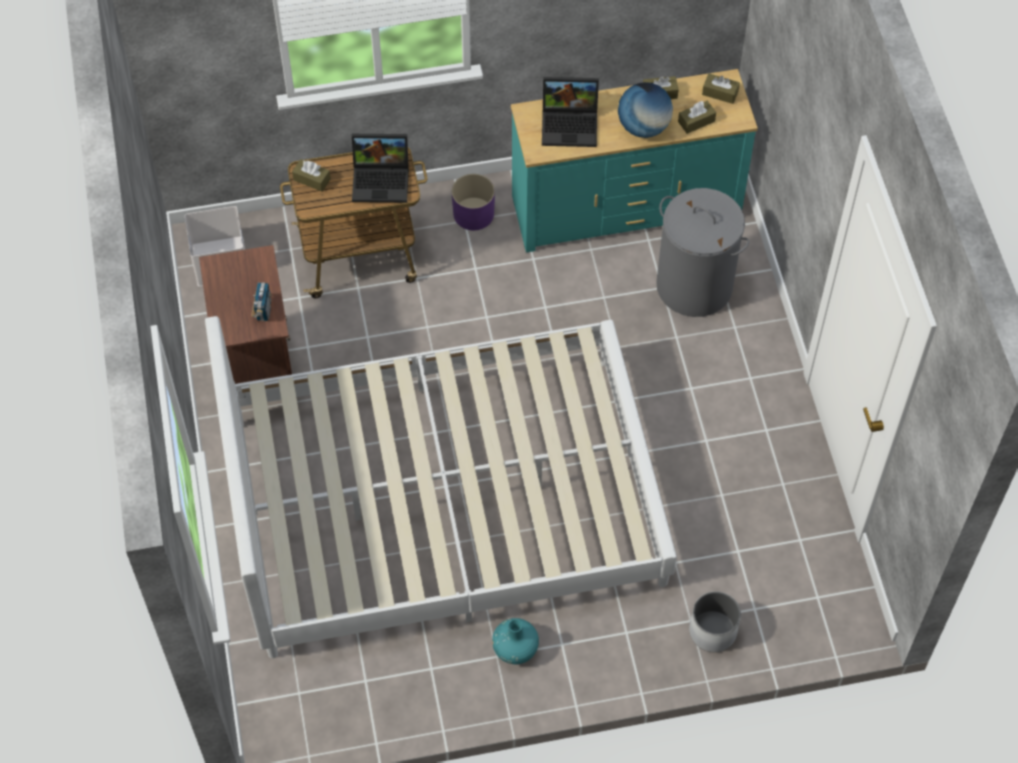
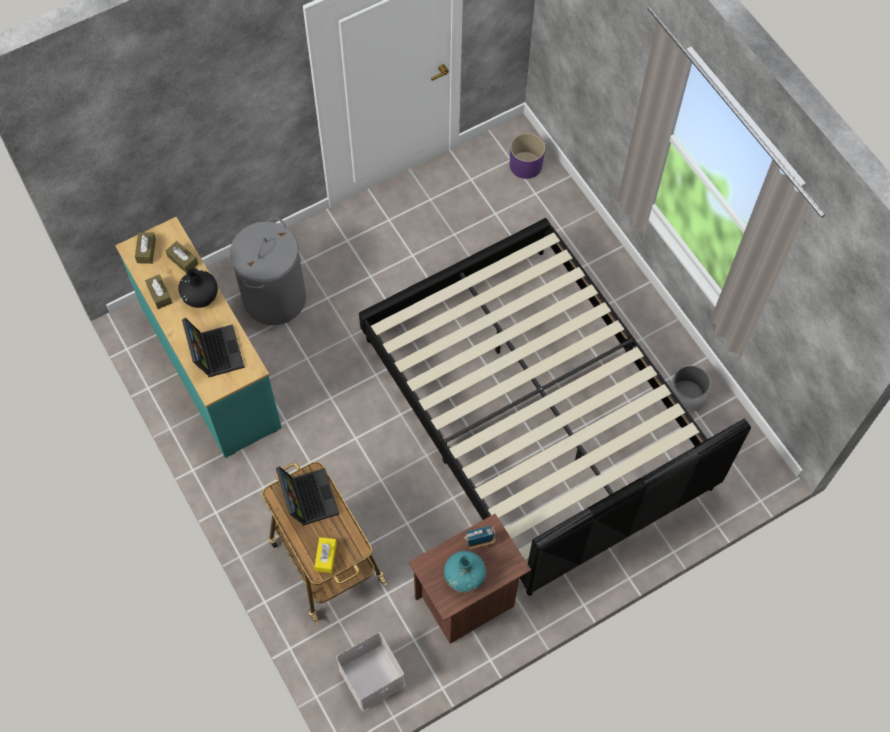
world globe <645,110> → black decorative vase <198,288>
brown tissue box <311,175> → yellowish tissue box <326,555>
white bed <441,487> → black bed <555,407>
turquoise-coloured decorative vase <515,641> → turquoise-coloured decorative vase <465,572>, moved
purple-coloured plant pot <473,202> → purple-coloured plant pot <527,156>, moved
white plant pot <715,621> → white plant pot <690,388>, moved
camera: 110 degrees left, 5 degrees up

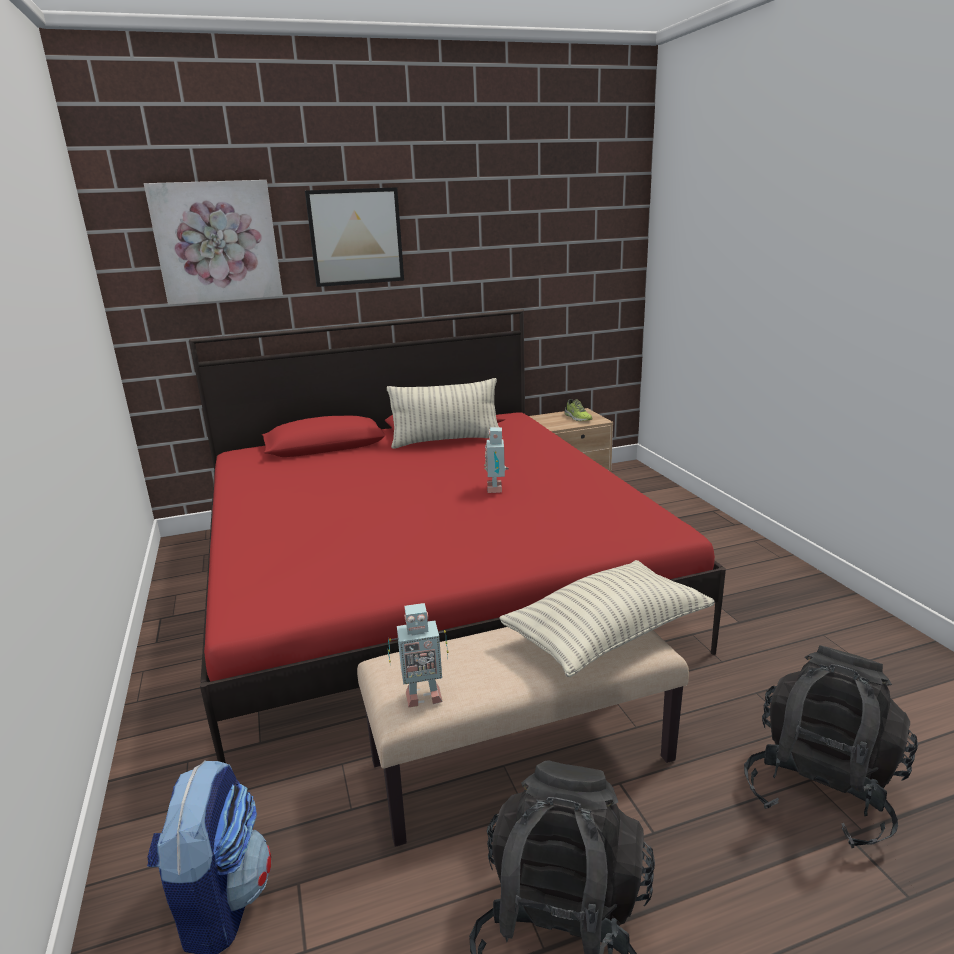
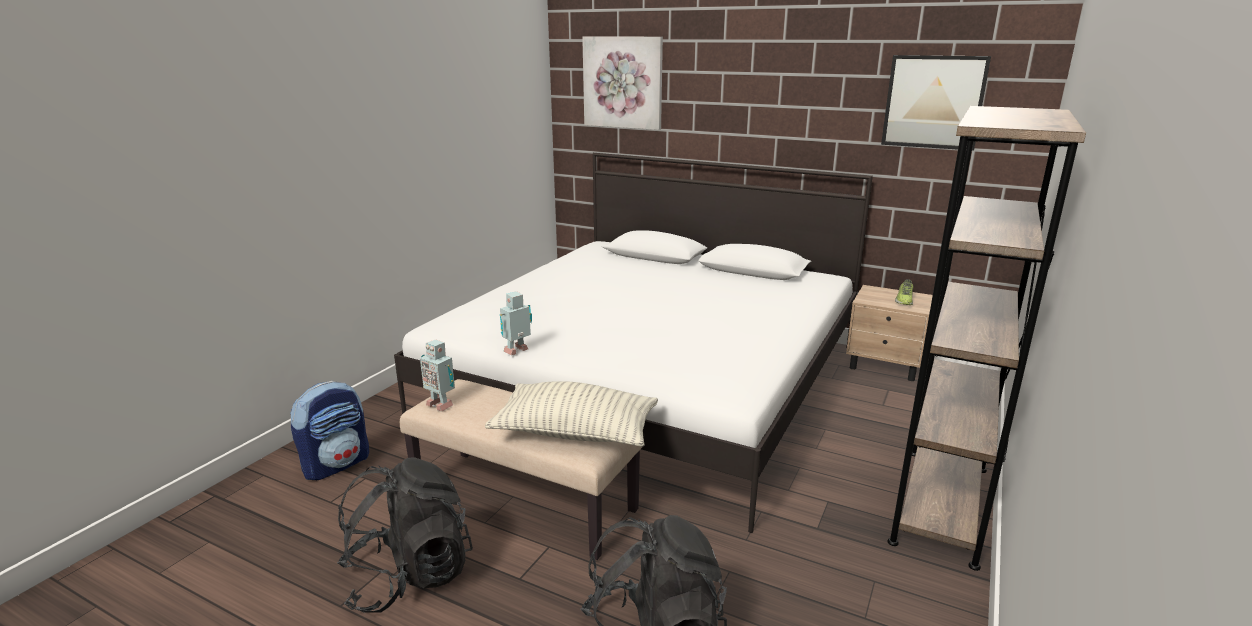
reddish bed <457,536> → white bed <633,343>
robot figure <496,460> → robot figure <516,323>, moved
picture <354,237> → picture <936,103>, moved
- → brown shelving unit <986,338>
throw pillow <443,413> → -
camera: 45 degrees right, 0 degrees up

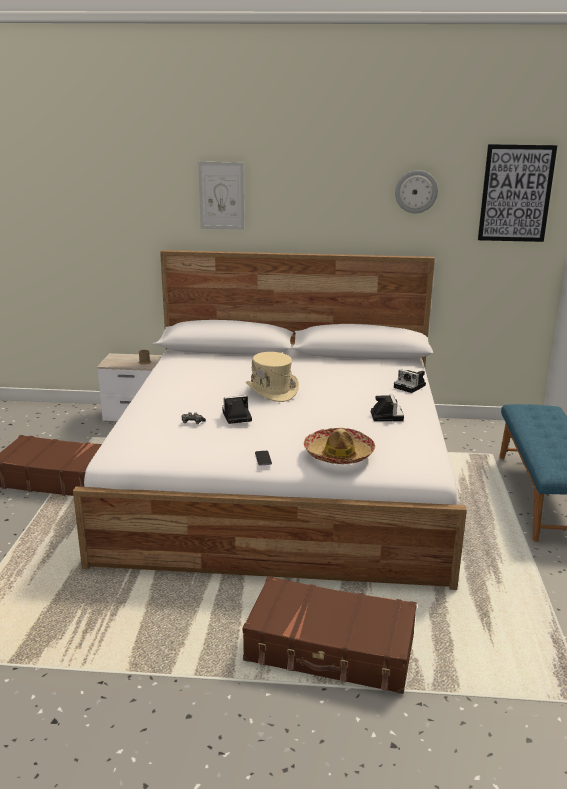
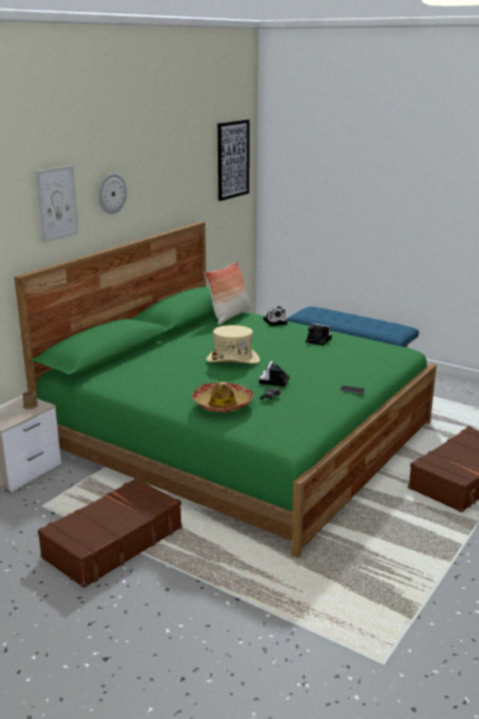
white bed <270,420> → greenish bed <225,390>
clock on the wall <416,191> → clock on the wall <112,193>, moved
hat <339,446> → hat <223,397>, moved
- → throw pillow <227,293>
camera: 60 degrees left, 0 degrees up

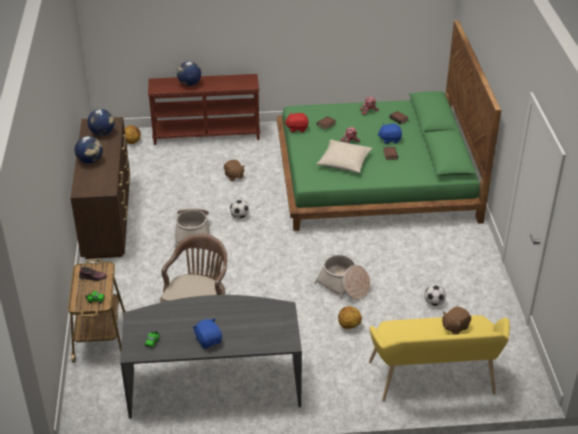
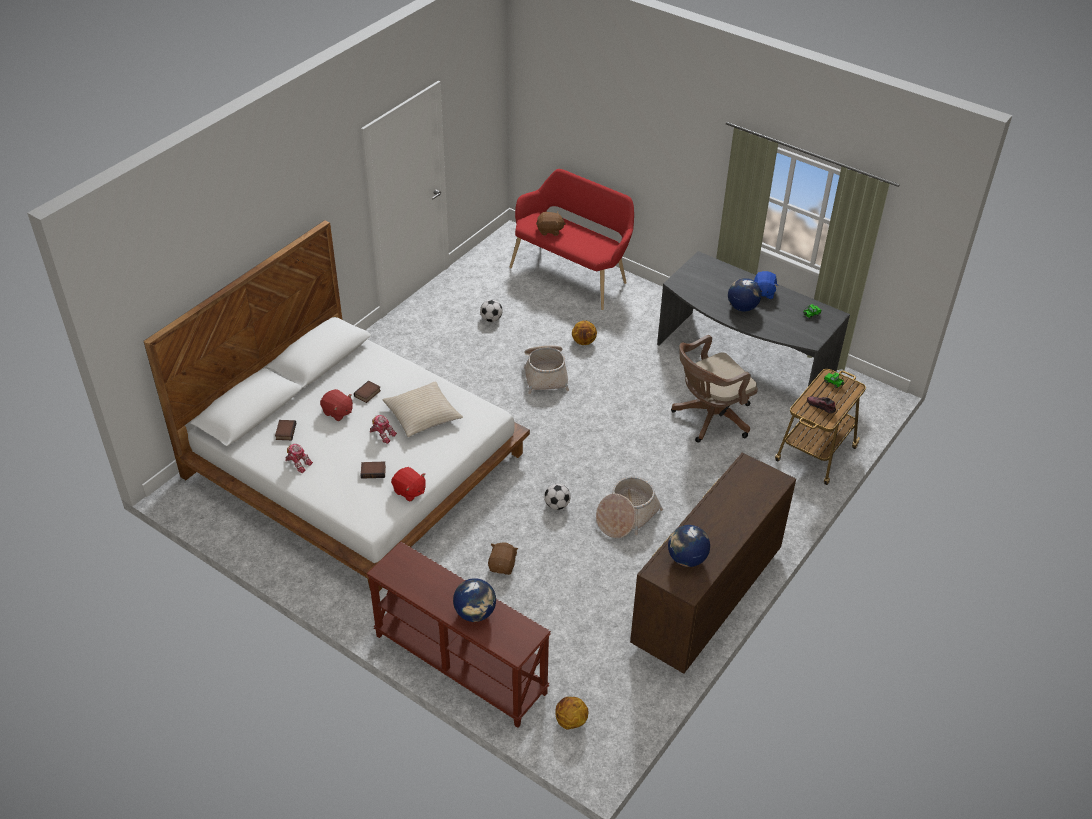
greenish bed <389,125> → white bed <336,405>
blue-coloured plush toy <389,134> → reddish plush toy <336,405>
yellowish bench <439,358> → reddish bench <572,239>
world globe <89,150> → world globe <744,295>, moved
camera: 140 degrees left, 5 degrees up

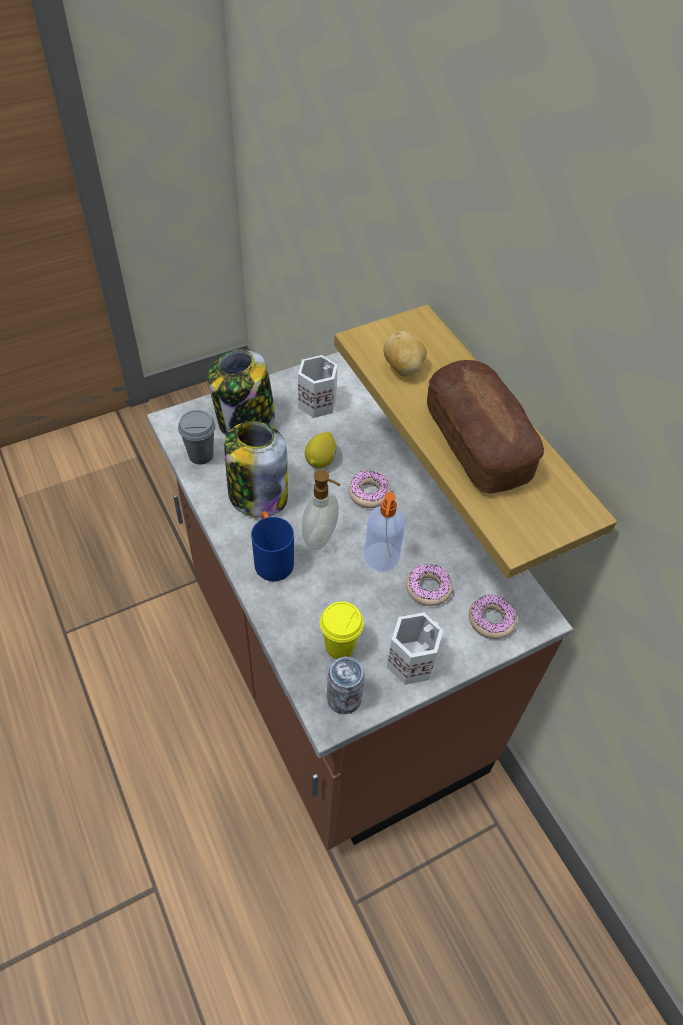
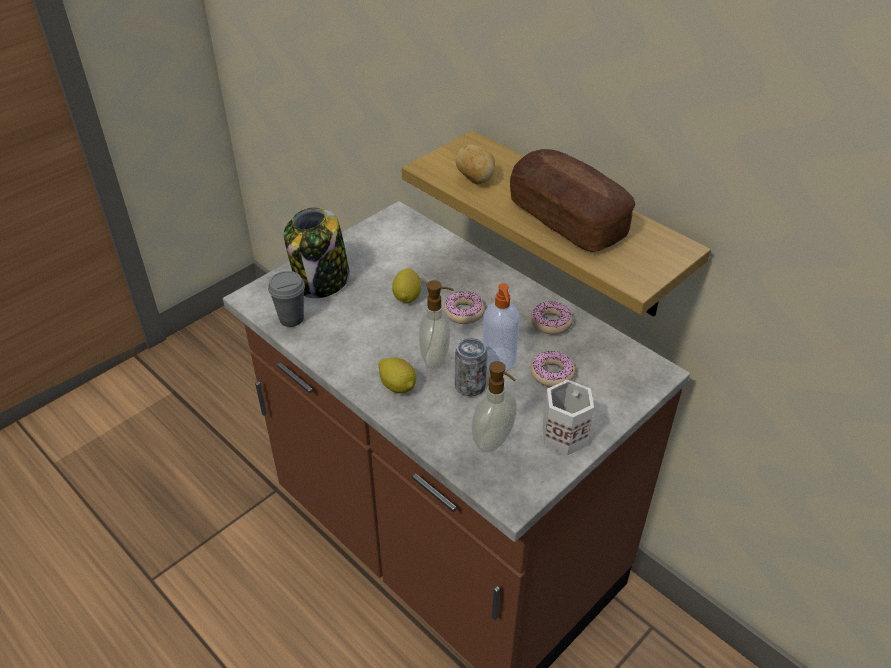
blue-coloured mug <272,546> → lemon <397,375>
can <346,686> → can <471,367>, moved
yellowish small cup <342,630> → soap dispenser <494,406>
doughnut <493,617> → doughnut <552,318>, moved
storage jar <256,469> → -
white mug <318,386> → -
camera: 15 degrees left, 10 degrees down

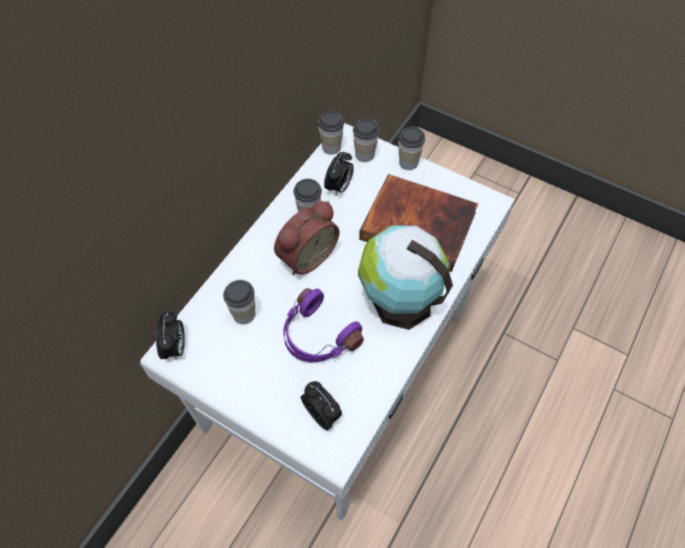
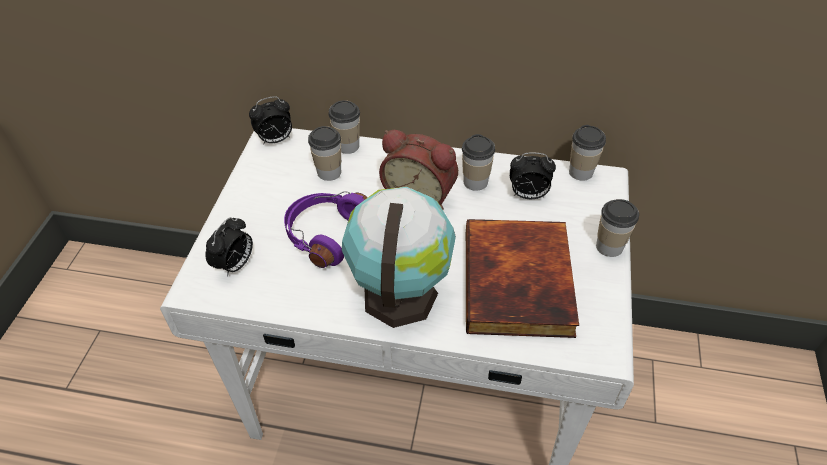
small cup <366,140> → small cup <344,127>, moved
camera: 70 degrees right, 10 degrees down

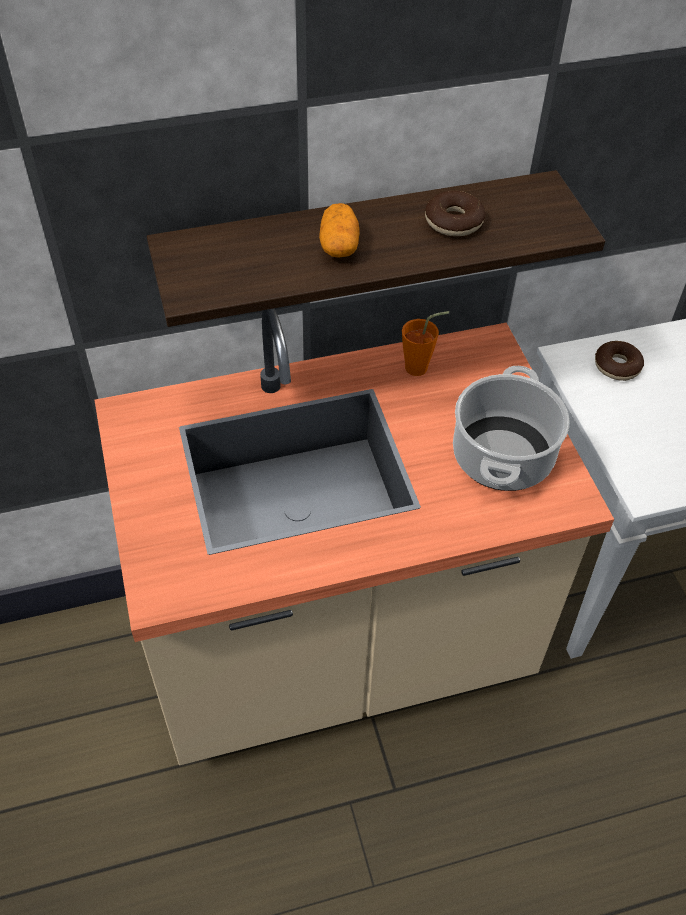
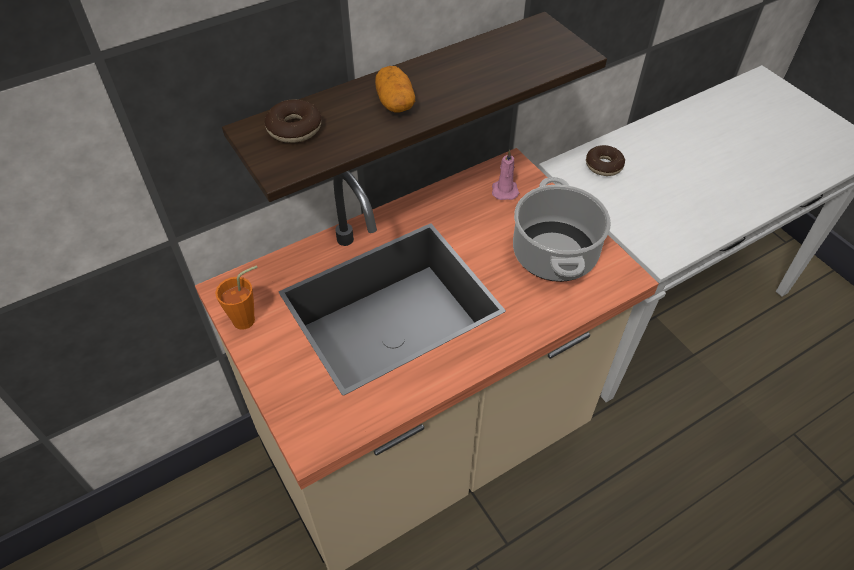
orange small cup <425,343> → orange small cup <236,297>, moved
doughnut <455,213> → doughnut <293,121>, moved
- → pinkish candle <505,175>
camera: 15 degrees left, 0 degrees up

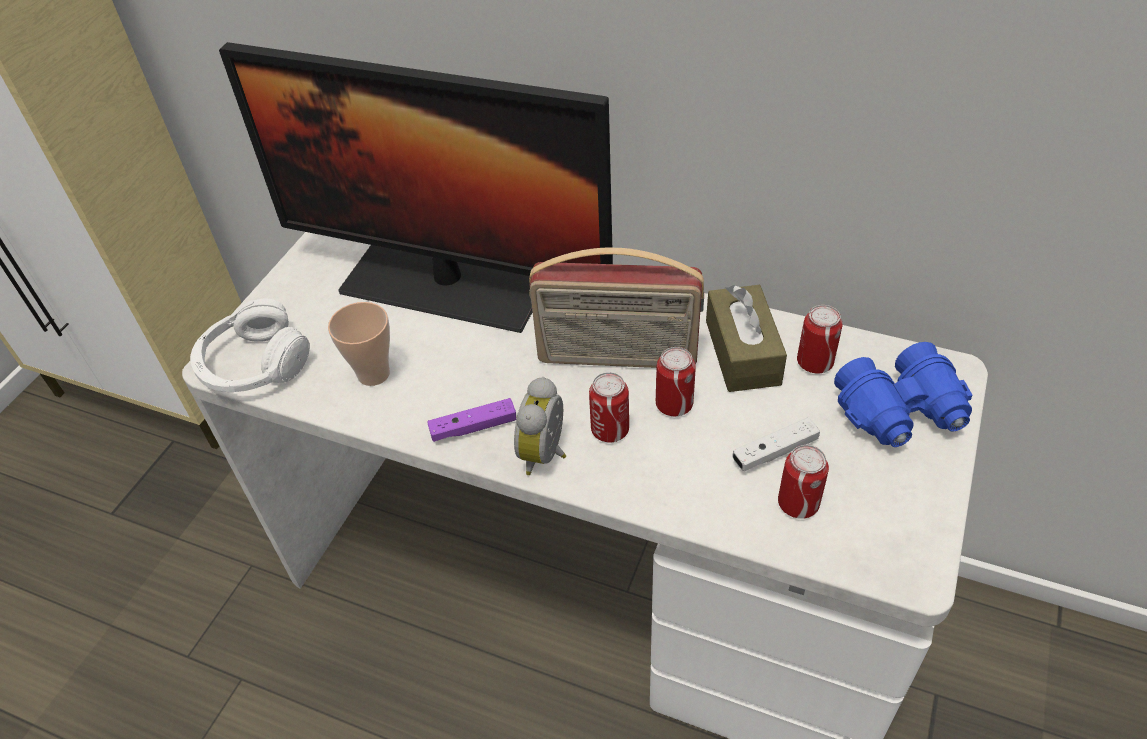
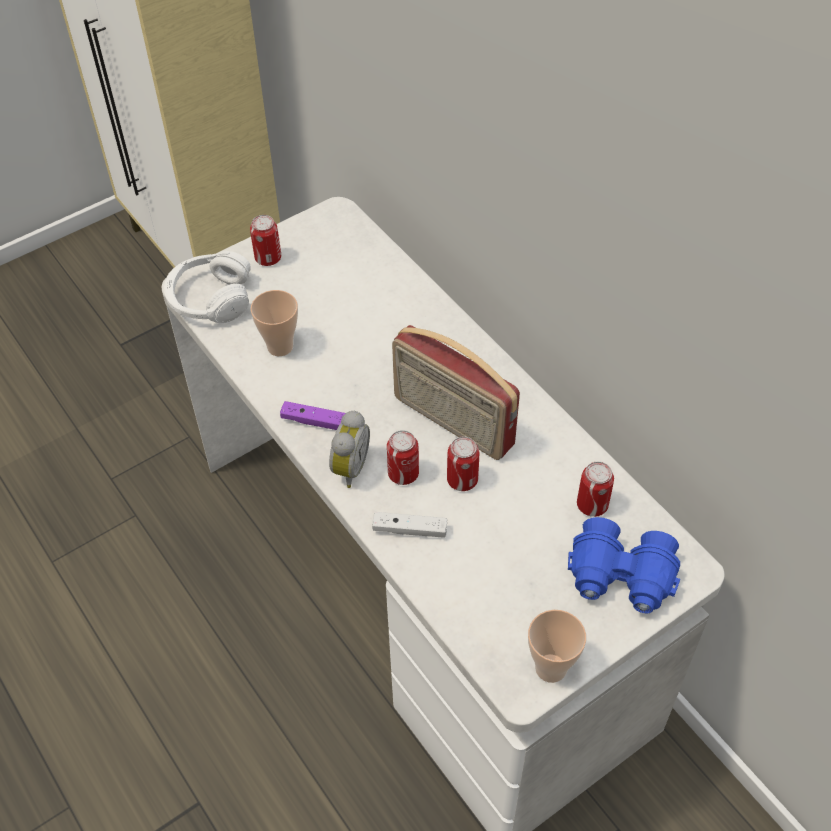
can <803,482> → can <265,240>, moved
alarm clock <540,426> → alarm clock <349,449>, 150 degrees clockwise
white game controller <776,444> → white game controller <409,525>, moved
- → small cup <557,646>
computer screen <416,187> → -
brown tissue box <746,338> → -
camera: 30 degrees right, 5 degrees up

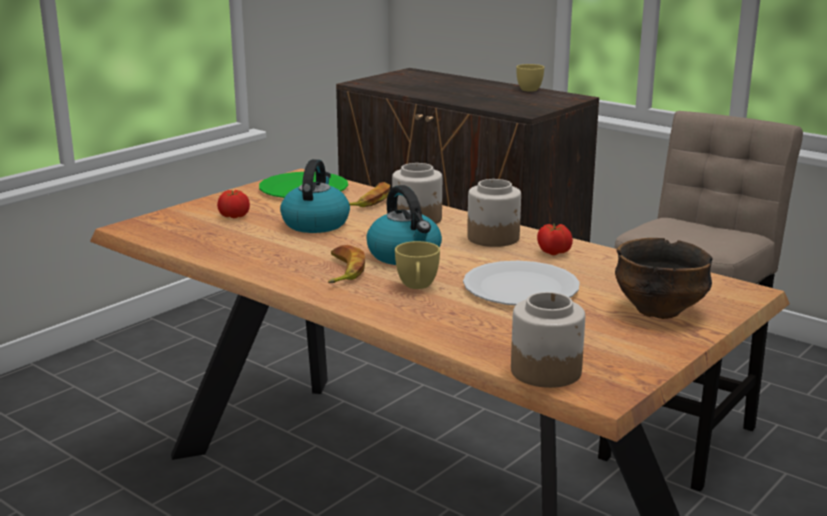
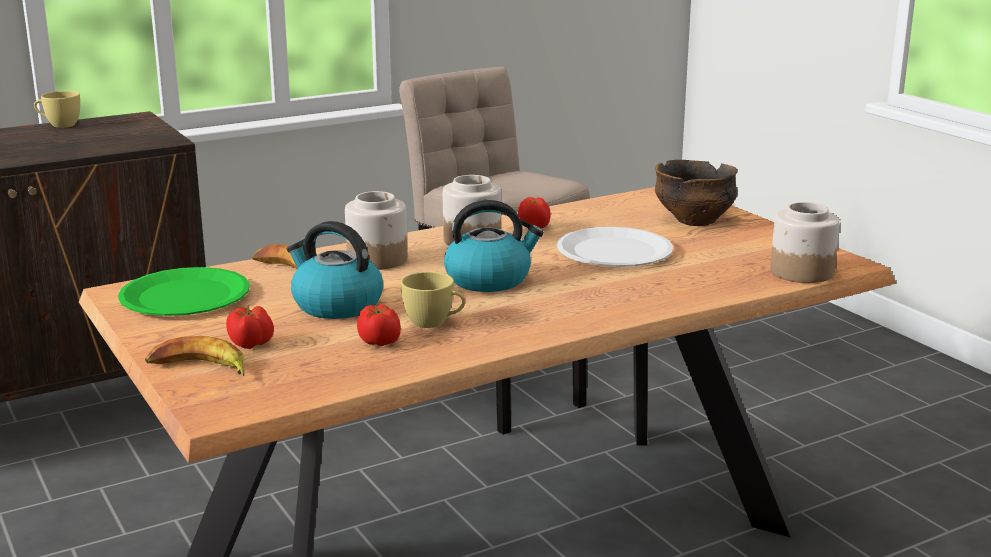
banana fruit <346,264> → banana fruit <195,356>, moved
- → fresh tomato <379,325>
yellowish small cup <417,265> → yellowish small cup <433,300>, moved
camera: 70 degrees left, 0 degrees up

